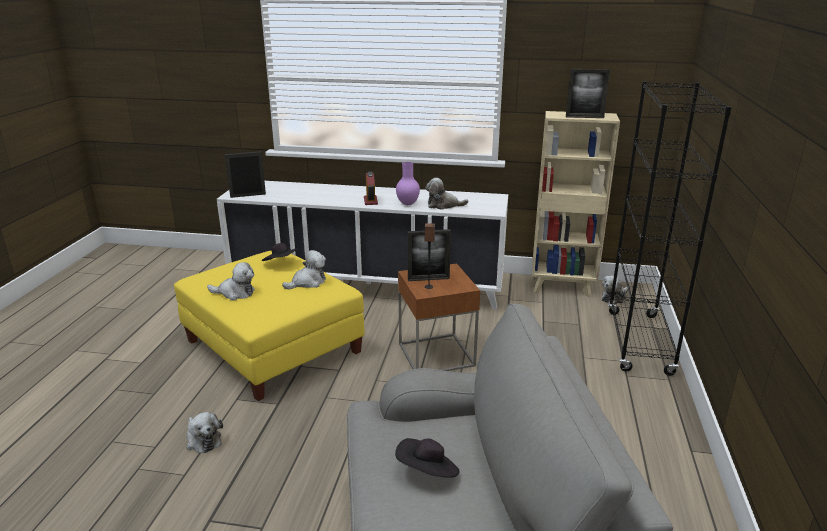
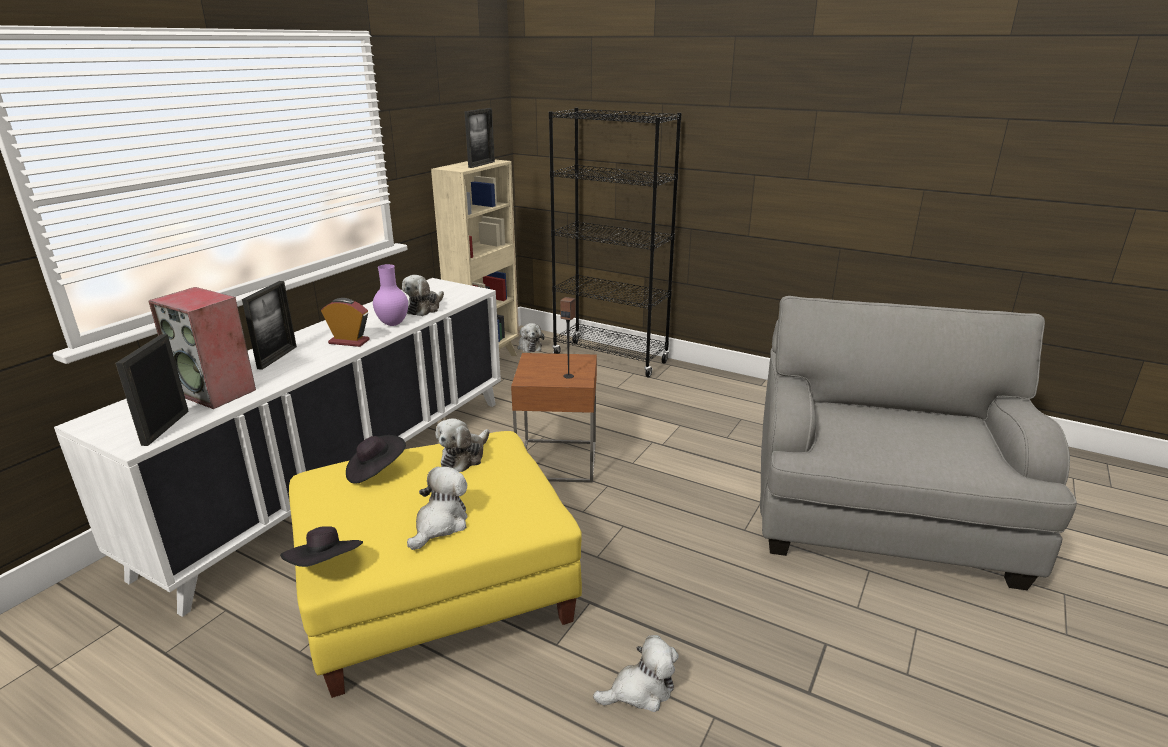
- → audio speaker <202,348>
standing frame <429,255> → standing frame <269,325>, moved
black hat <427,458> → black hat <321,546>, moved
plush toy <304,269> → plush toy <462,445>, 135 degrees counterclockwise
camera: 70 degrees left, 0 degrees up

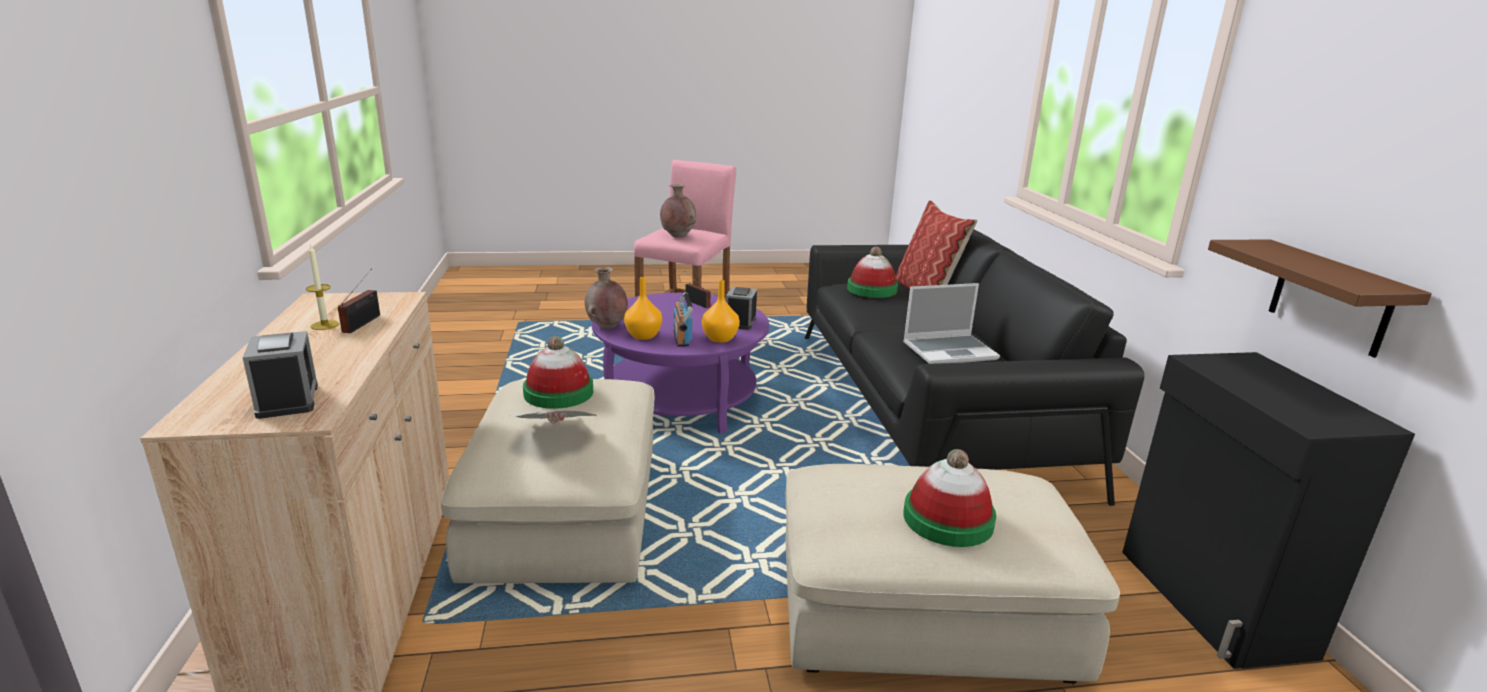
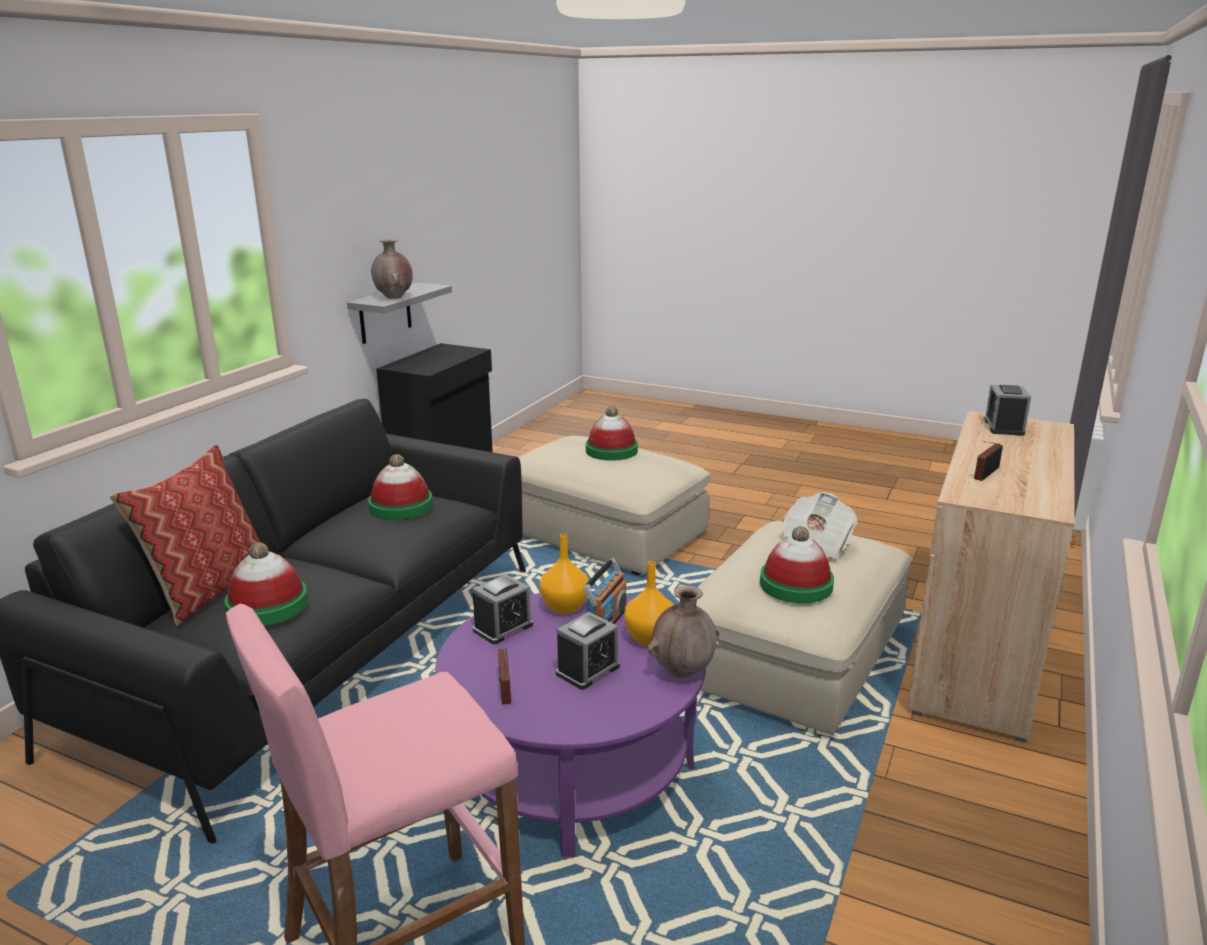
brown wall shelf <1320,298> → grey wall shelf <399,313>
portable computer <951,323> → hat <400,487>
brown decorative vase <678,211> → brown decorative vase <392,269>, moved
- → alarm clock <588,651>
candle <322,287> → -
camera: 145 degrees left, 0 degrees up

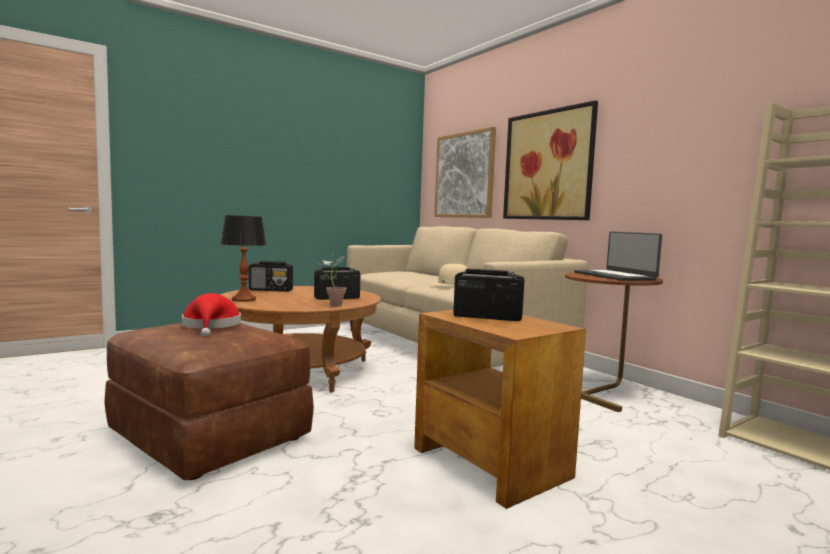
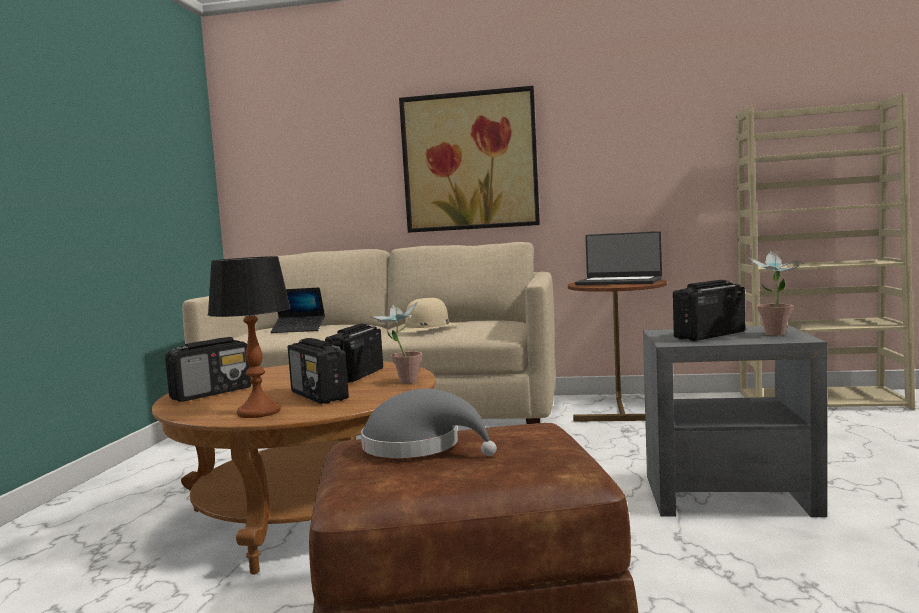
- → portable computer <298,310>
- → radio set <318,371>
reddish hat <211,315> → grey hat <429,423>
brown end table <500,409> → grey end table <735,421>
- → houseplant <775,293>
picture <465,172> → -
camera: 45 degrees left, 0 degrees up

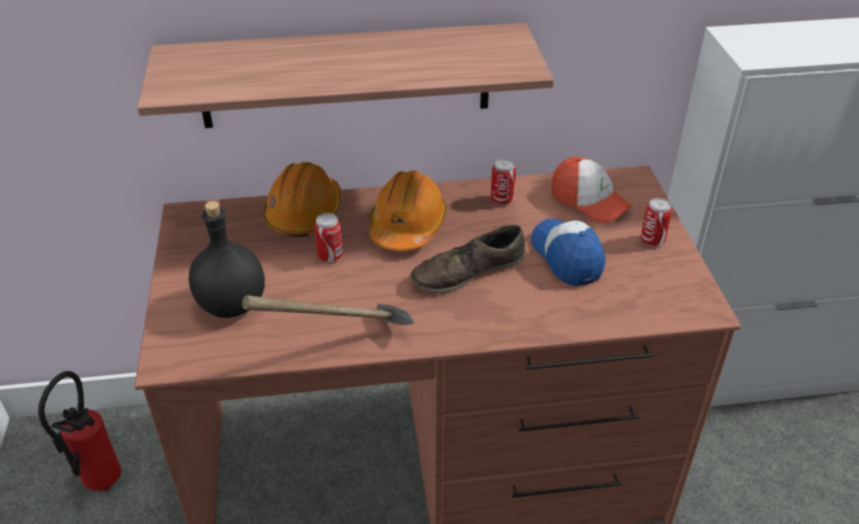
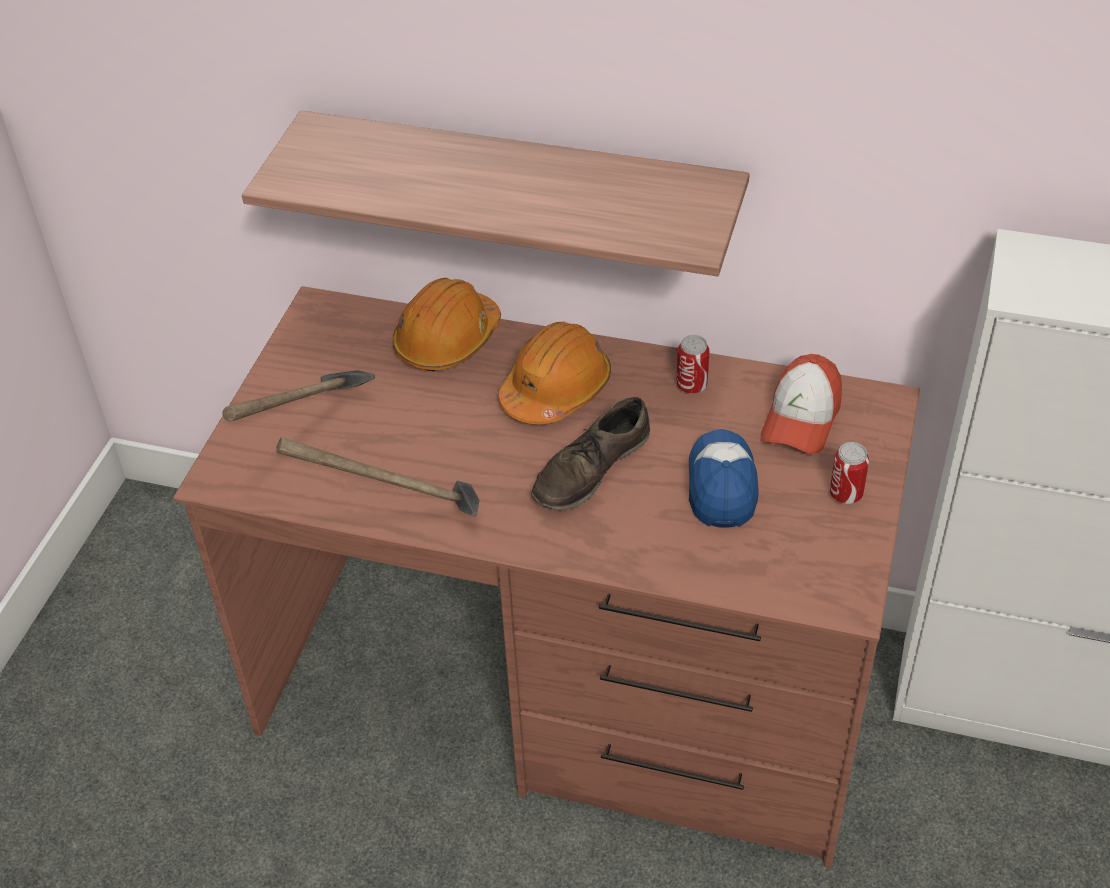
black drink bottle <227,259> → hand hammer <298,396>
brown item of footwear <467,259> → brown item of footwear <590,454>, 45 degrees counterclockwise
peaked cap <592,190> → peaked cap <801,404>, 45 degrees clockwise
fire extinguisher <79,431> → -
can <328,237> → -
camera: 25 degrees right, 5 degrees up

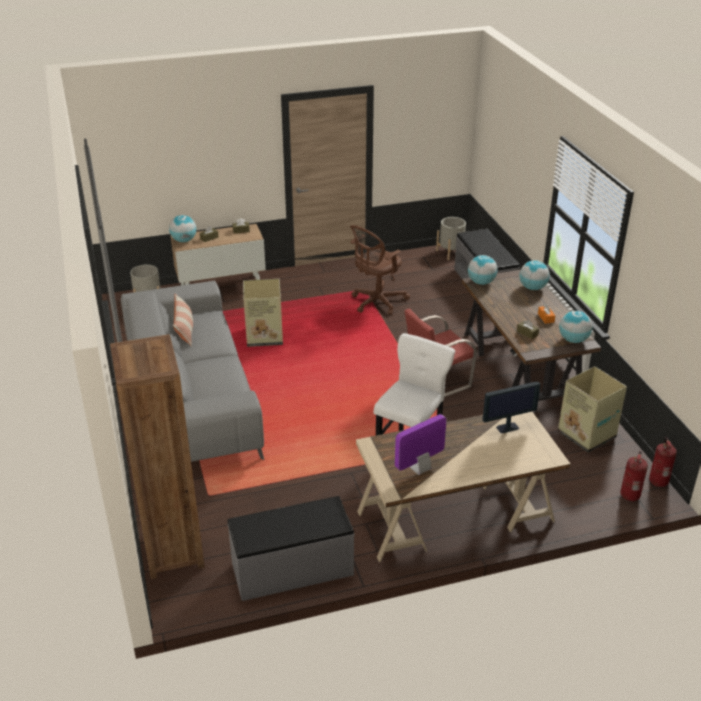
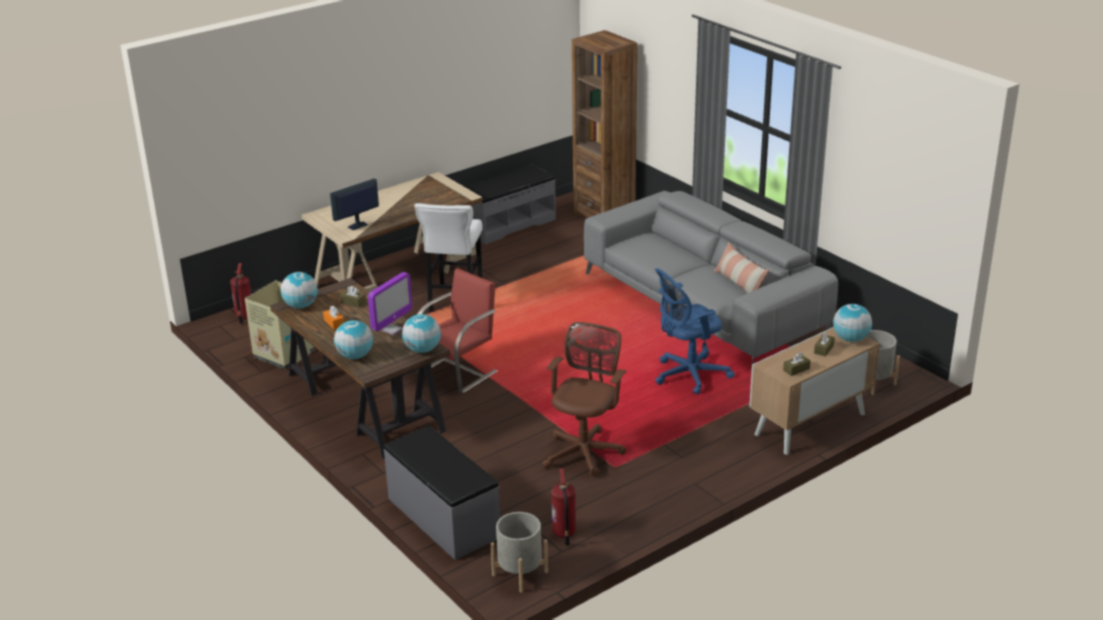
computer screen <421,444> → computer screen <390,303>, moved
fire extinguisher <663,462> → fire extinguisher <563,507>, moved
packing box <263,313> → blue-coloured computer chair <695,331>
camera: 160 degrees right, 5 degrees down

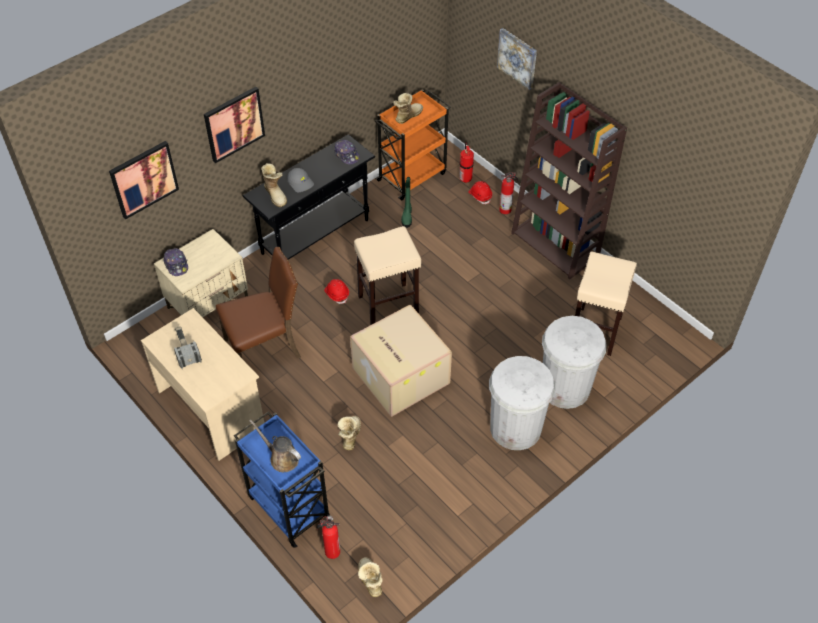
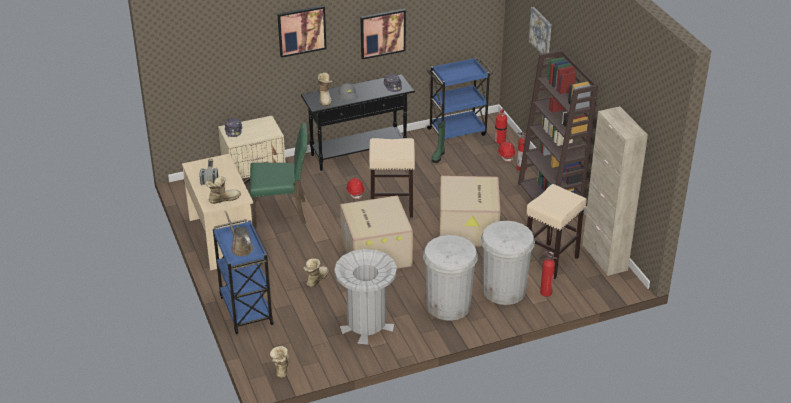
high-top boot <408,108> → high-top boot <223,190>, moved
brown upright chair <258,303> → greenish upright chair <278,176>
- → grey rubbish bin <365,297>
picture <144,180> → picture <383,34>, moved
orange trolley <412,144> → blue-coloured trolley <459,100>
- → packing box <470,211>
fire extinguisher <328,537> → fire extinguisher <548,274>, moved
- → beige storage cabinet <615,191>
camera: 20 degrees right, 15 degrees down

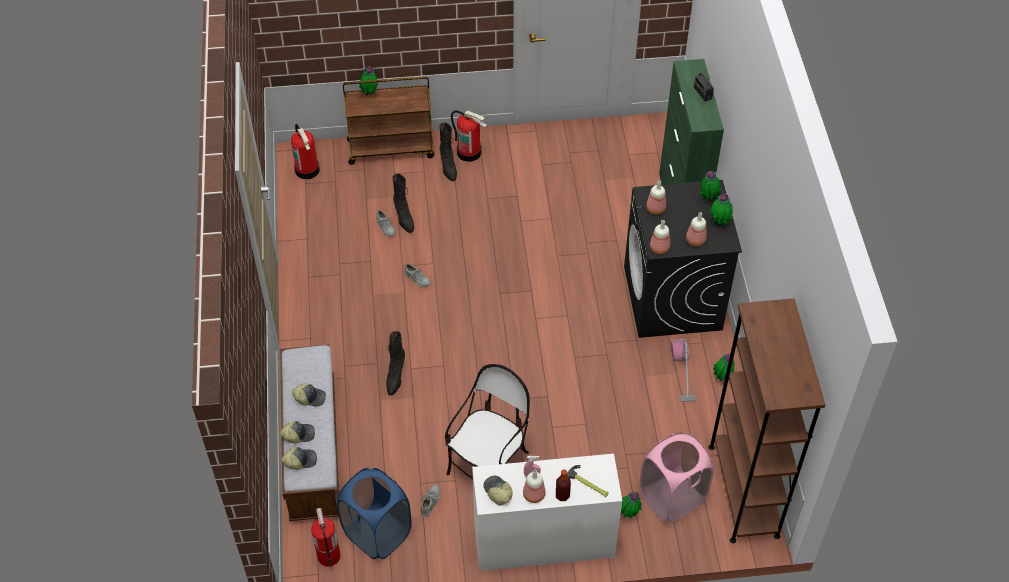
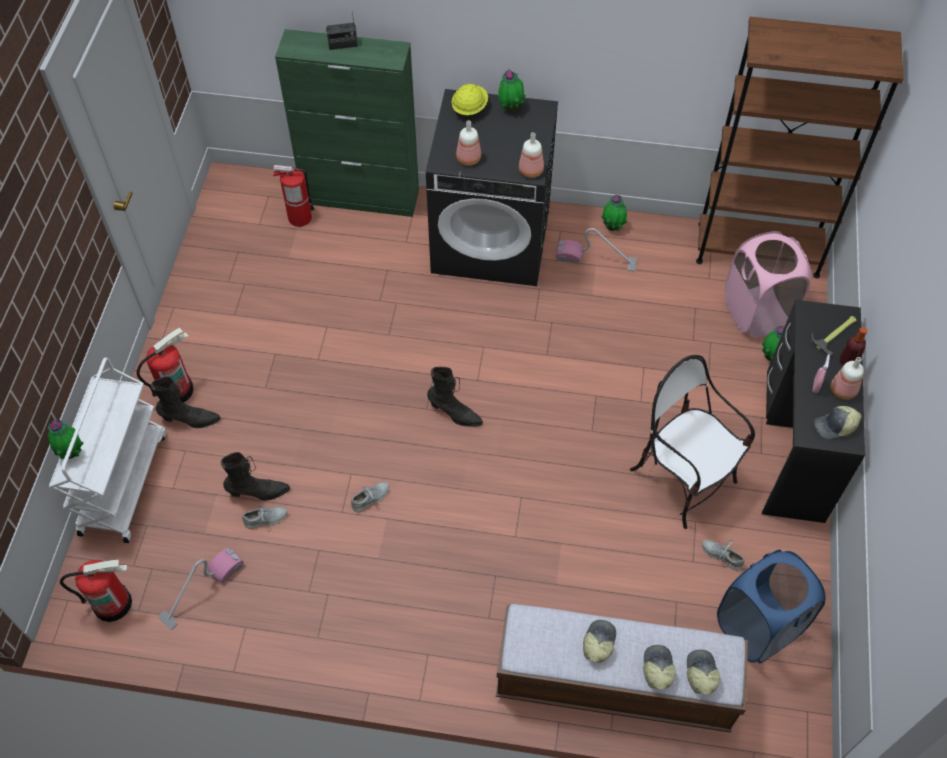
brown trolley <388,120> → white trolley <107,450>
- → vacuum <201,589>
fire extinguisher <325,537> → fire extinguisher <294,196>, moved
black high-top boot <395,363> → black high-top boot <455,397>, moved
houseplant <711,186> → yellowish work helmet <470,99>
white desk <547,512> → black desk <813,411>
drink bottle <696,229> → -
camera: 75 degrees left, 5 degrees up

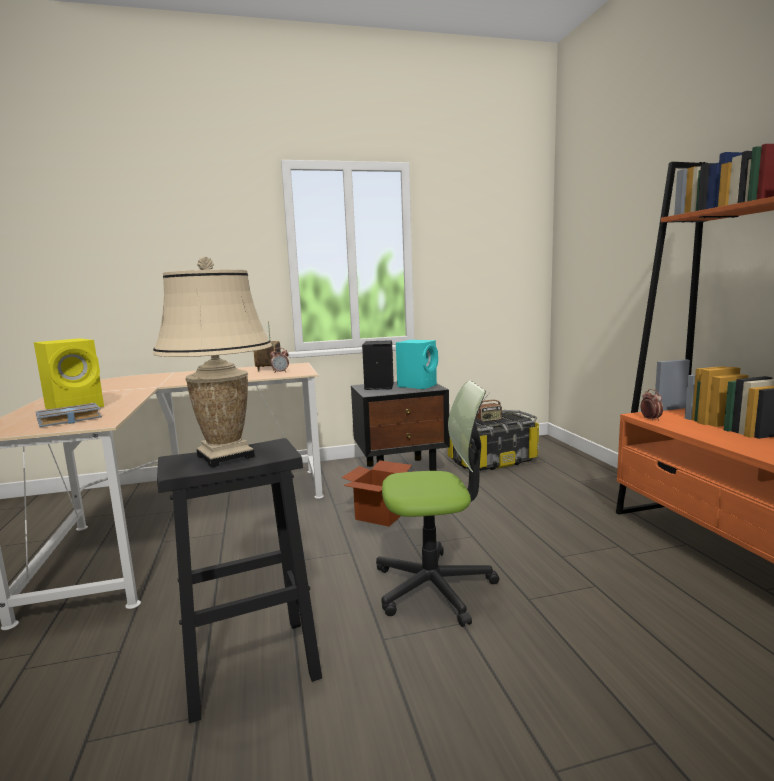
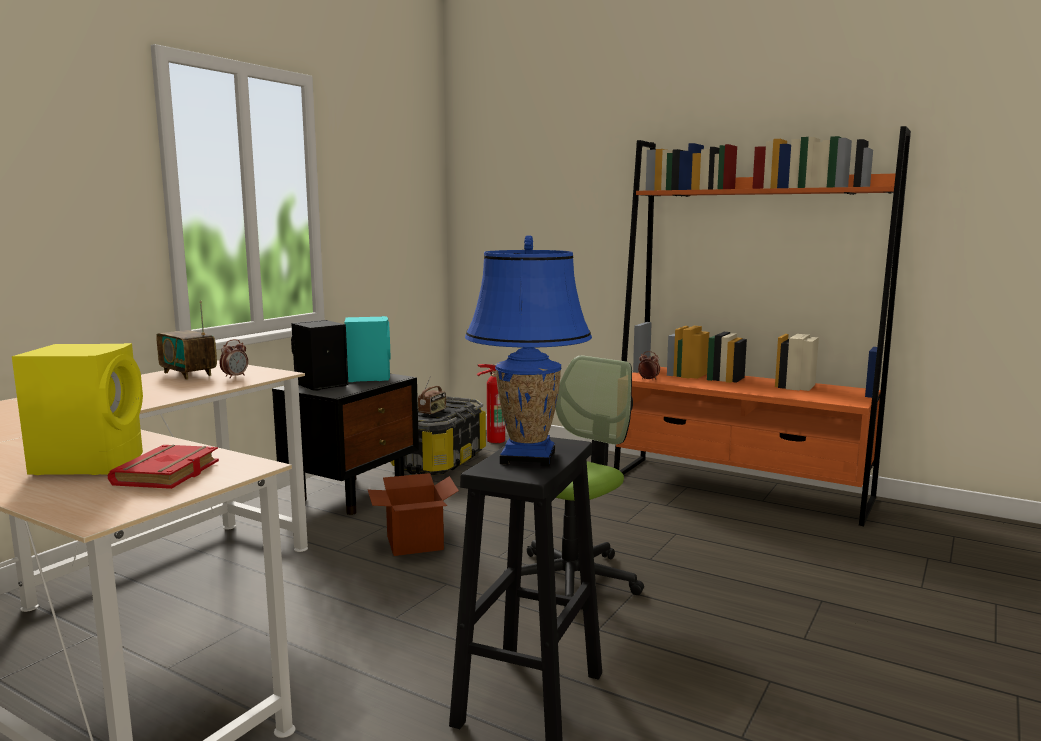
grey volume <69,415> → reddish volume <163,466>
beige lamp for a table <212,362> → blue-coloured lamp for a table <528,351>
- → fire extinguisher <490,403>
camera: 45 degrees left, 0 degrees up

